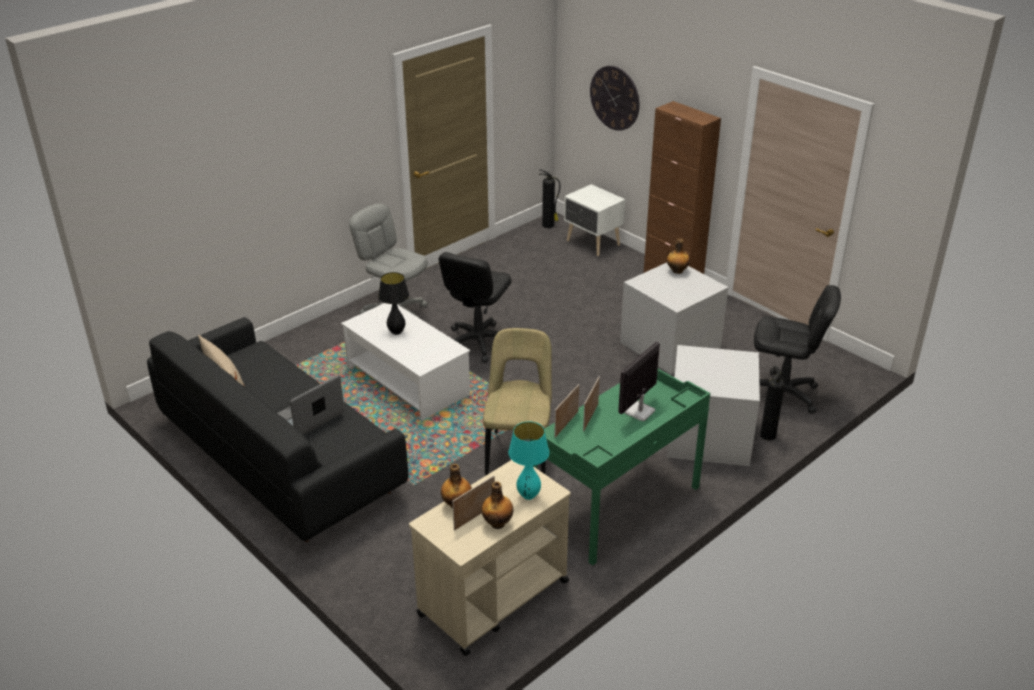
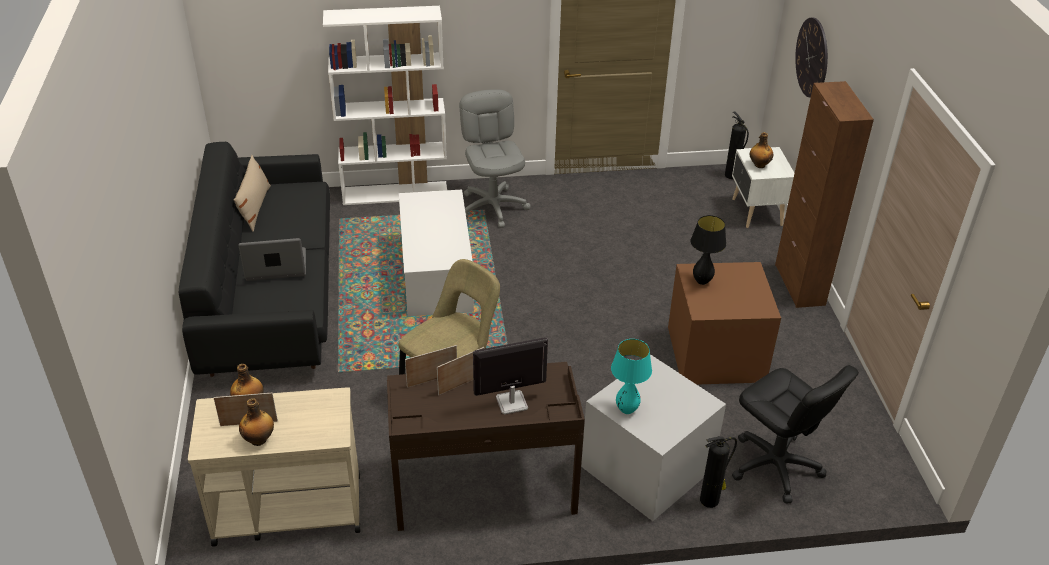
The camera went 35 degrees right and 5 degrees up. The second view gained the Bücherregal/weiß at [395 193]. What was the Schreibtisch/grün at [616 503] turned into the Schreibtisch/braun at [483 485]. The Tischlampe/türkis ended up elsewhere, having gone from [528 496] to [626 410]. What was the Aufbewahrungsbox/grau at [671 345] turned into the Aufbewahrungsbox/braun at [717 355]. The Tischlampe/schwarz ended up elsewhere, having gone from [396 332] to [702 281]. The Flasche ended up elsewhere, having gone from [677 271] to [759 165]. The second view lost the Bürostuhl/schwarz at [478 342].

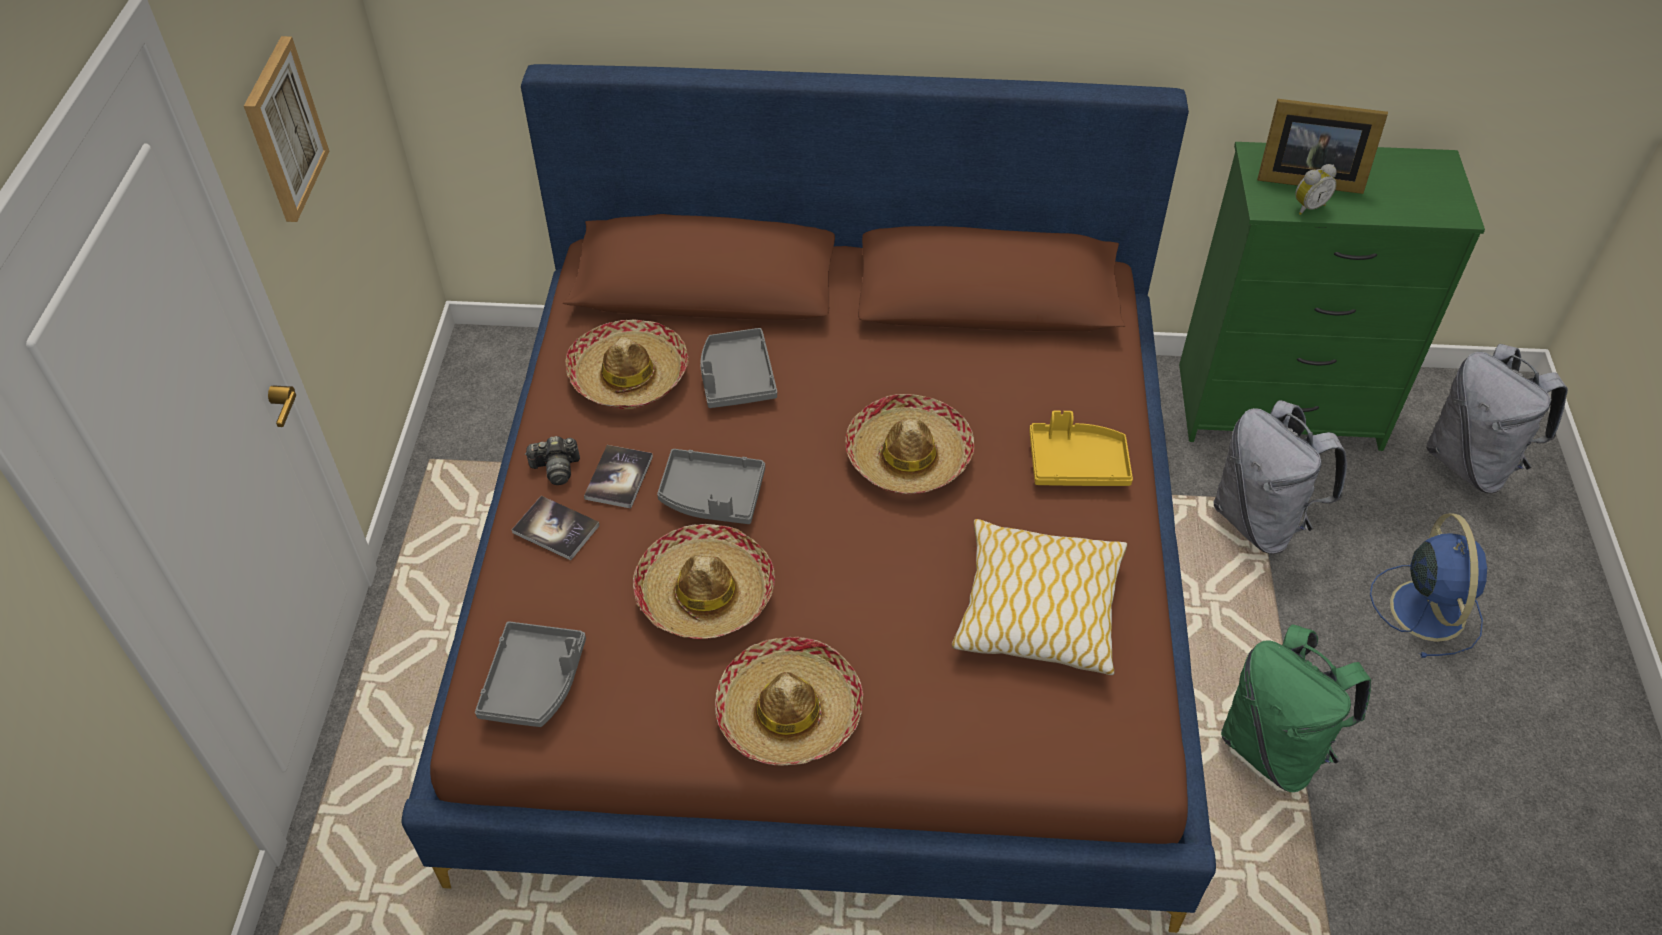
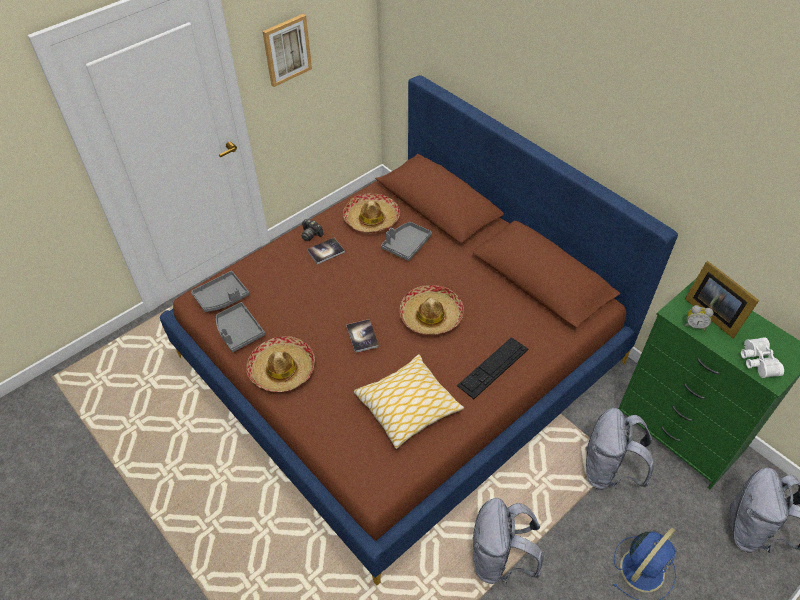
The camera went 45 degrees right and 0 degrees up. The Tablett/grau ended up elsewhere, having gone from [712 496] to [238 331]. The Buch ended up elsewhere, having gone from [556 529] to [362 336]. Where the Tablett/gelb stood at [1077 464], the Tastatur came to stand at [493 367]. What was the Rucksack/grün at [1275 748] turned into the Rucksack/grau at [499 559]. The second view gained the Fernglas/weiß at [756 361]. The second view lost the Hut at [704 593].

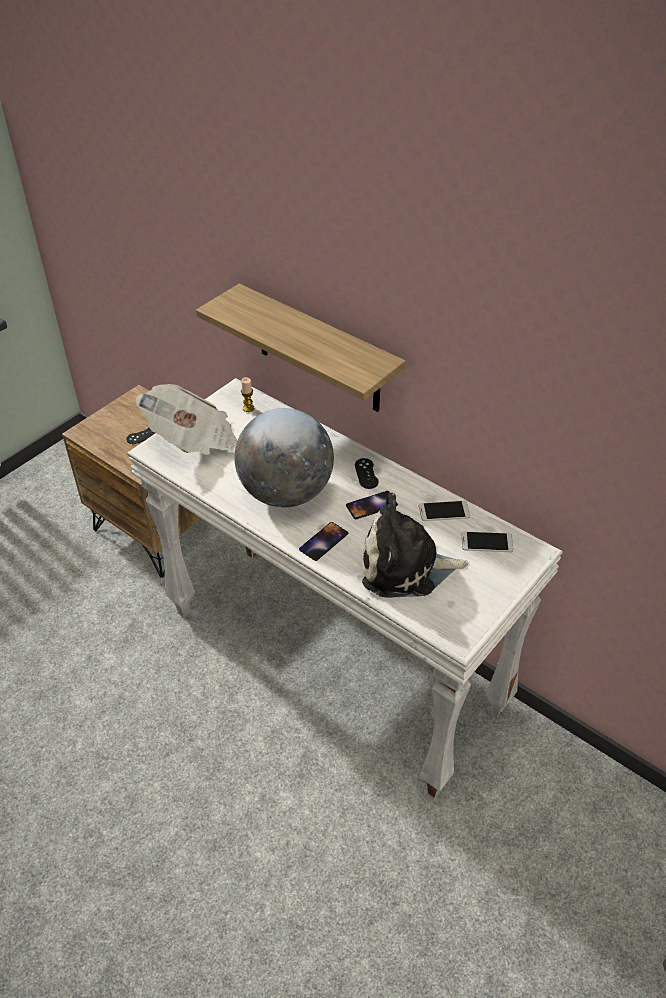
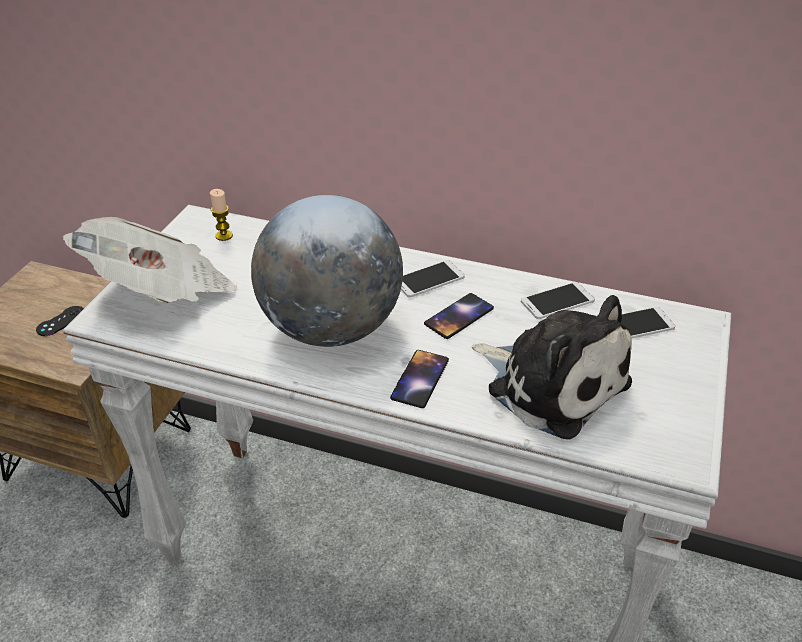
The camera went 20 degrees left and 5 degrees down. Where the Gamepad/schwarz stood at [366 473], the Handy came to stand at [429 279]. The Plüschtier at [405 567] ended up facing another way, 120 degrees counterclockwise from before. The second view lost the Wandregal at [318 350].

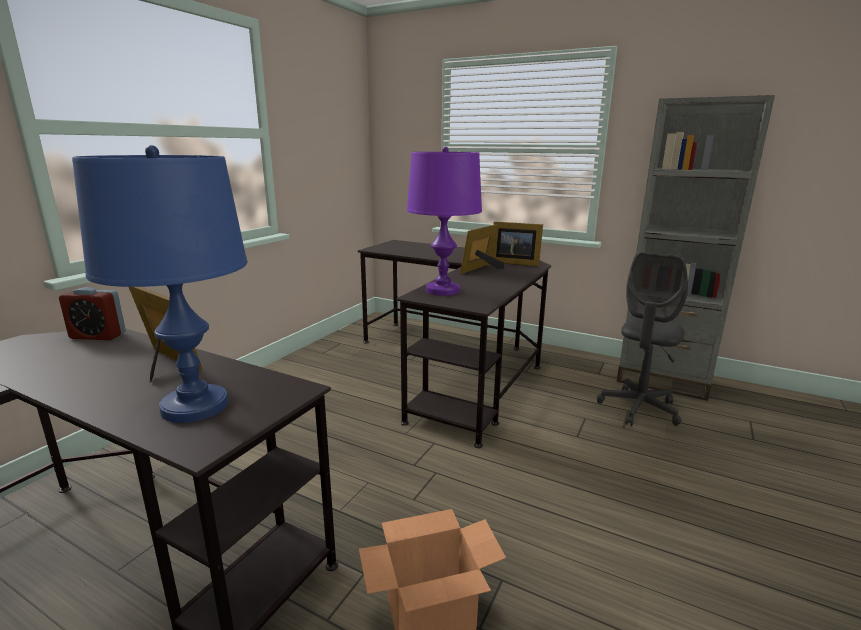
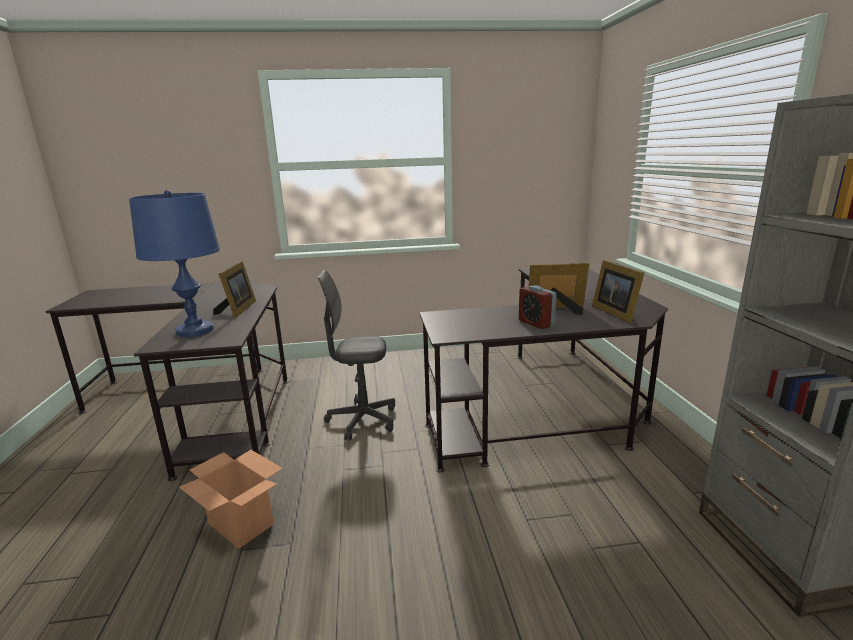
The camera went 55 degrees right and 0 degrees up. The Bürostuhl/grau ended up elsewhere, having gone from [639 408] to [362 420]. The Wecker ended up elsewhere, having gone from [98 336] to [536 323]. The second view lost the Tischlampe/lila at [442 290].

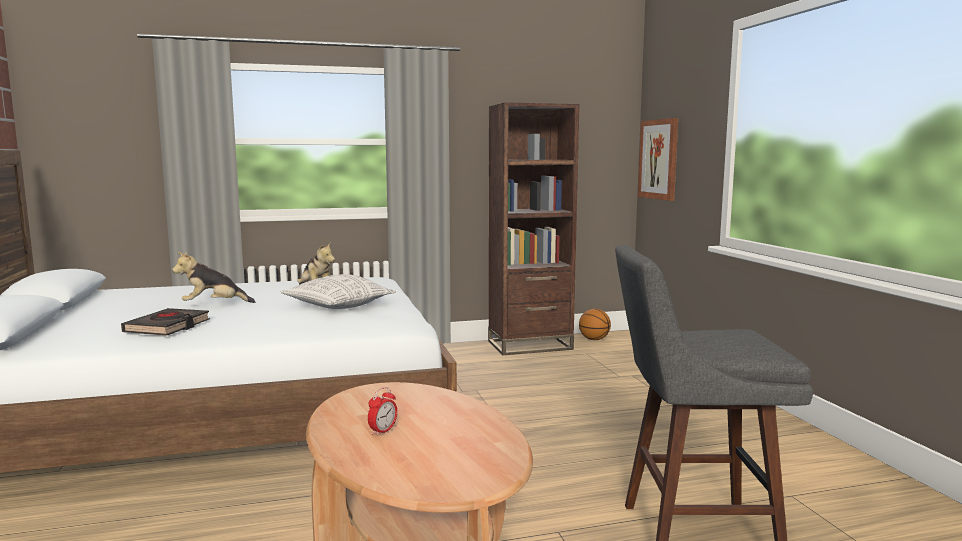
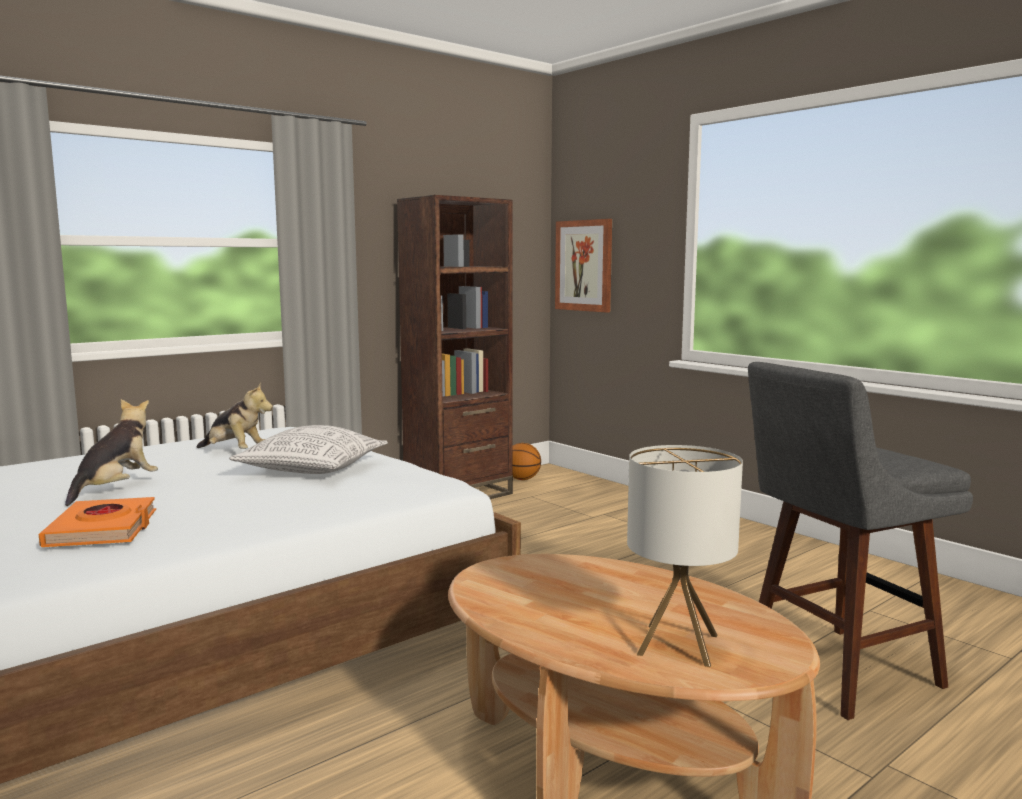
The camera went 25 degrees left and 0 degrees up. What was the Buch/schwarz at [168 327] turned into the Buch/orange at [103 530]. The Plüschtier at [214 305] ended up facing another way, 150 degrees clockwise from before. The second view gained the Tischlampe at [678 645]. The second view lost the Wecker at [383 431].

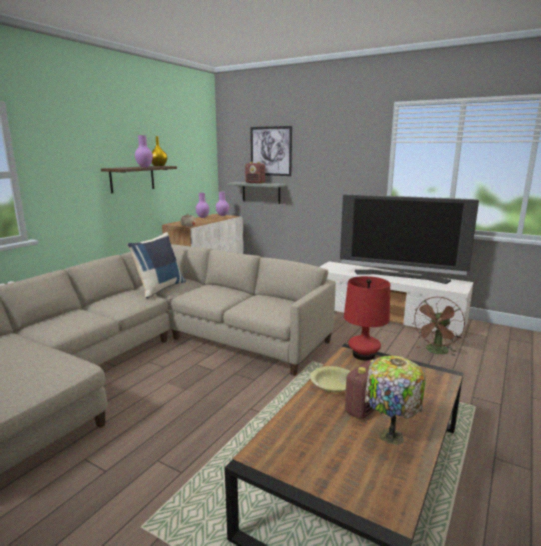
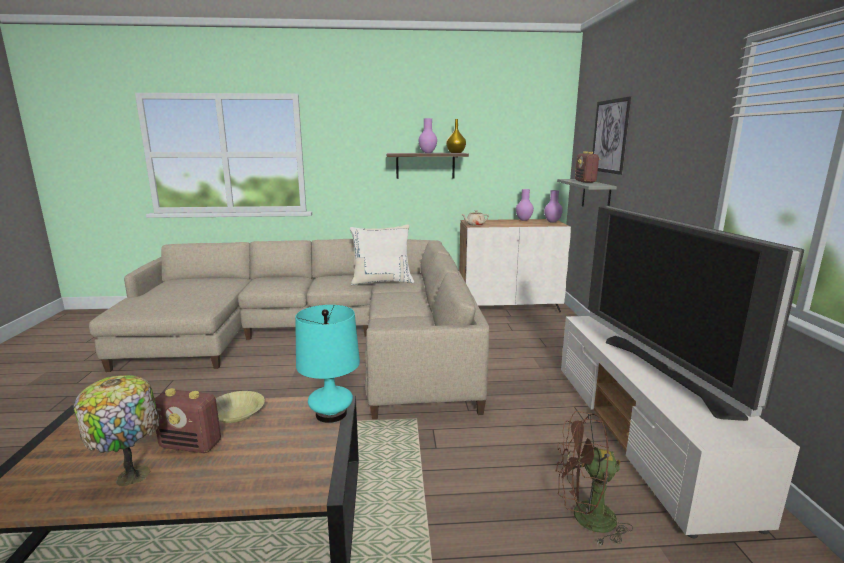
The camera went 55 degrees right and 0 degrees up. What was the Tischlampe/rot at [363 355] turned into the Tischlampe/türkis at [331 414]. What was the Kissen/blau at [160 288] turned into the Kissen/weiß at [382 281].

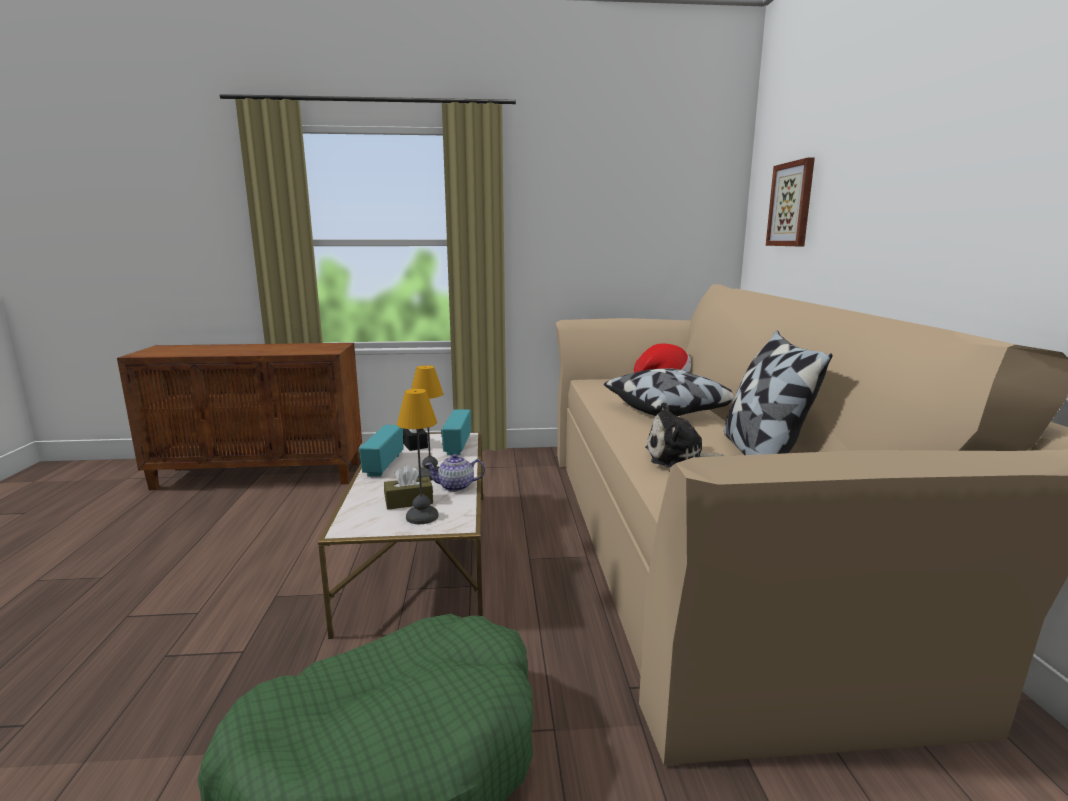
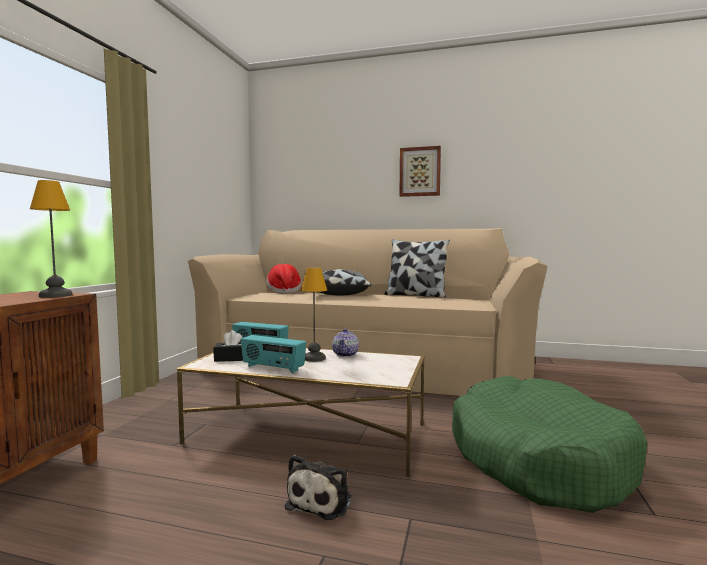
The camera went 70 degrees left and 10 degrees down. The Tischlampe ended up elsewhere, having gone from [423 516] to [56 295]. The Plüschtier ended up elsewhere, having gone from [679 458] to [321 501]. The Bild ended up elsewhere, having gone from [791 204] to [420 172]. The second view lost the Taschentuchbox/braun at [409 501].

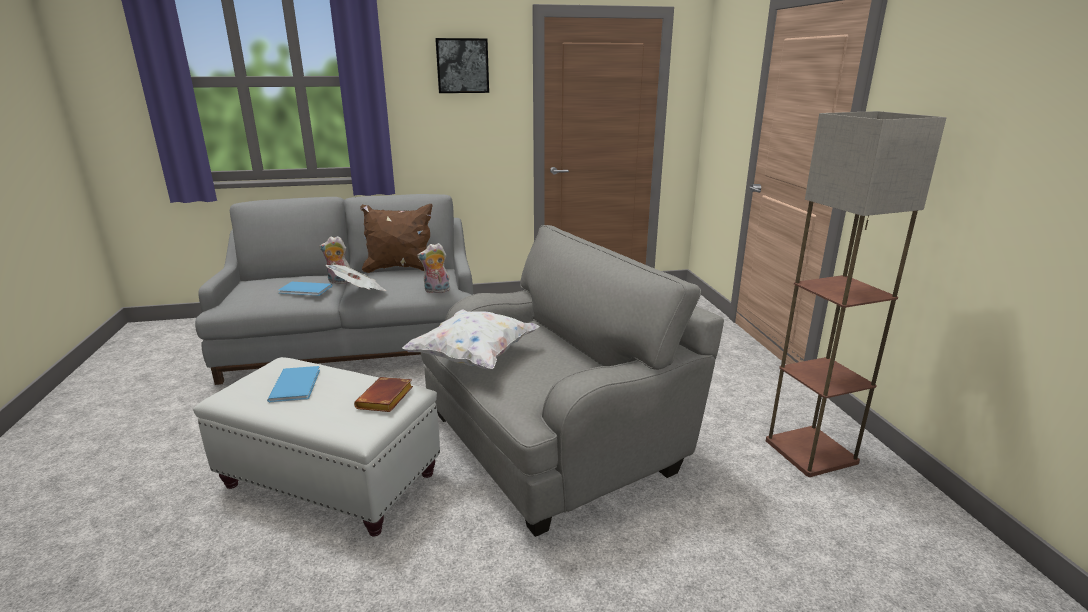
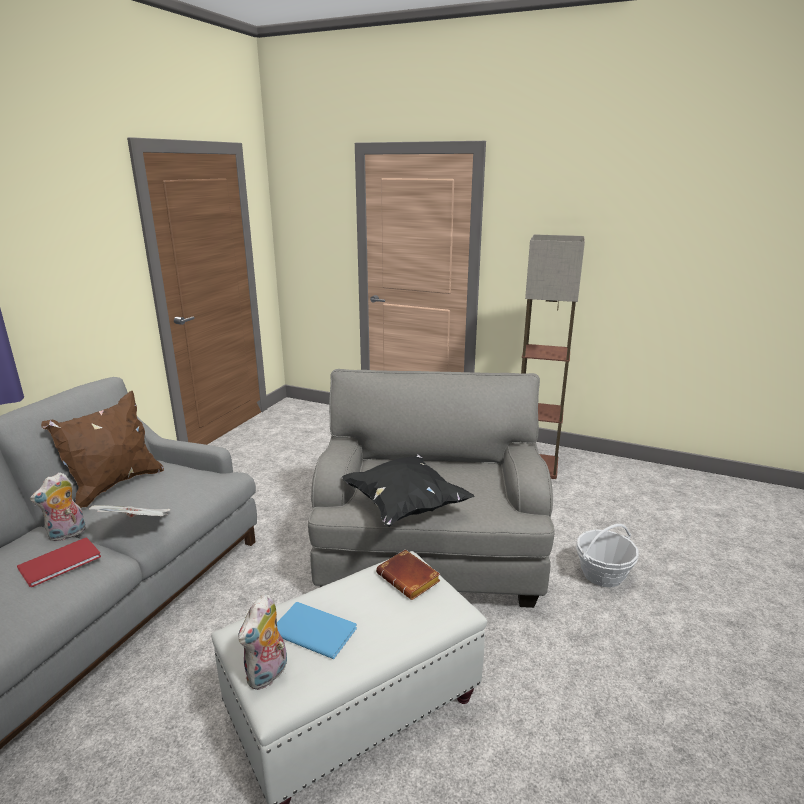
The camera went 55 degrees left and 0 degrees up. What was the Buch/blau at [306 290] turned into the Buch/rot at [63 562]. The Plüschtier ended up elsewhere, having gone from [436 291] to [268 675]. What was the Kissen/weiß at [474 358] turned into the Kissen/schwarz at [404 506]. The second view gained the Korb at [602 574]. The second view lost the Bild at [462 66].

